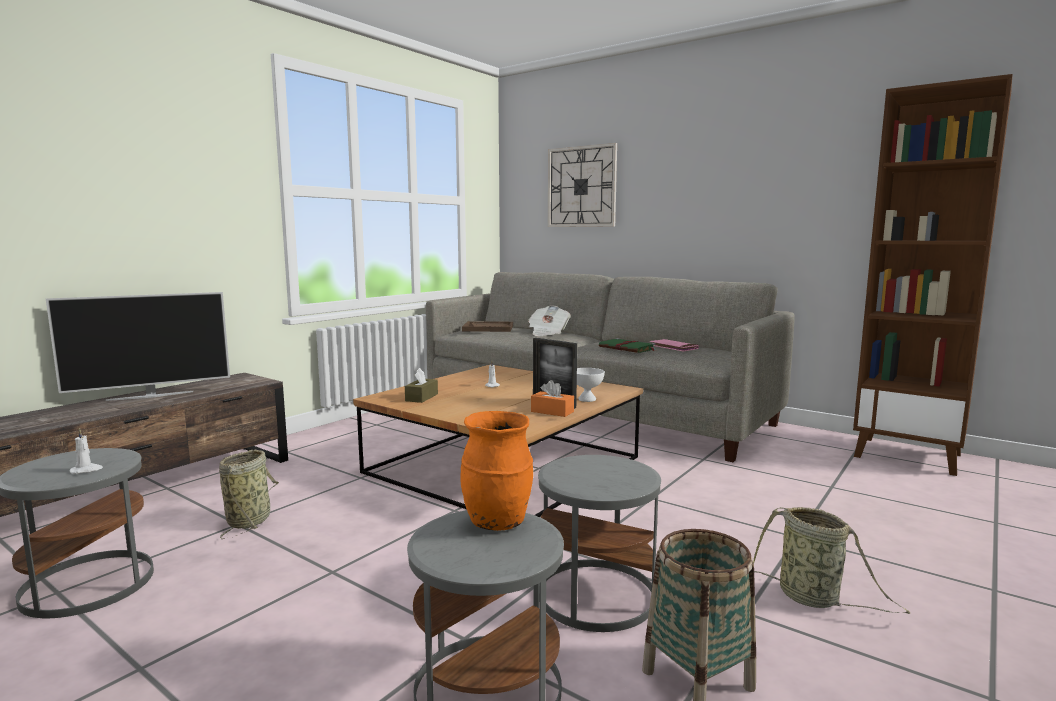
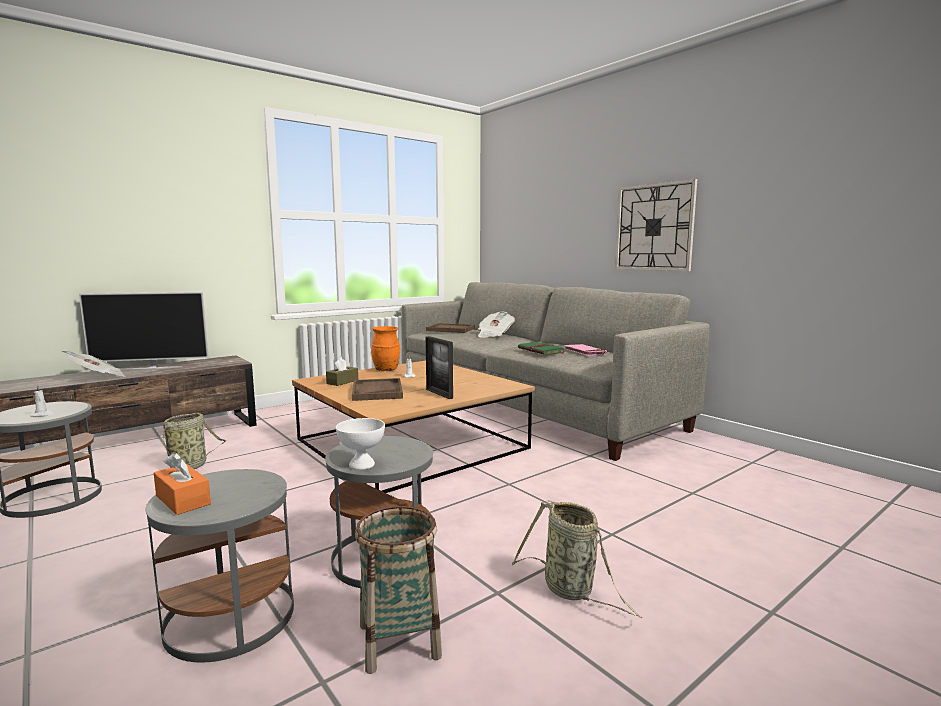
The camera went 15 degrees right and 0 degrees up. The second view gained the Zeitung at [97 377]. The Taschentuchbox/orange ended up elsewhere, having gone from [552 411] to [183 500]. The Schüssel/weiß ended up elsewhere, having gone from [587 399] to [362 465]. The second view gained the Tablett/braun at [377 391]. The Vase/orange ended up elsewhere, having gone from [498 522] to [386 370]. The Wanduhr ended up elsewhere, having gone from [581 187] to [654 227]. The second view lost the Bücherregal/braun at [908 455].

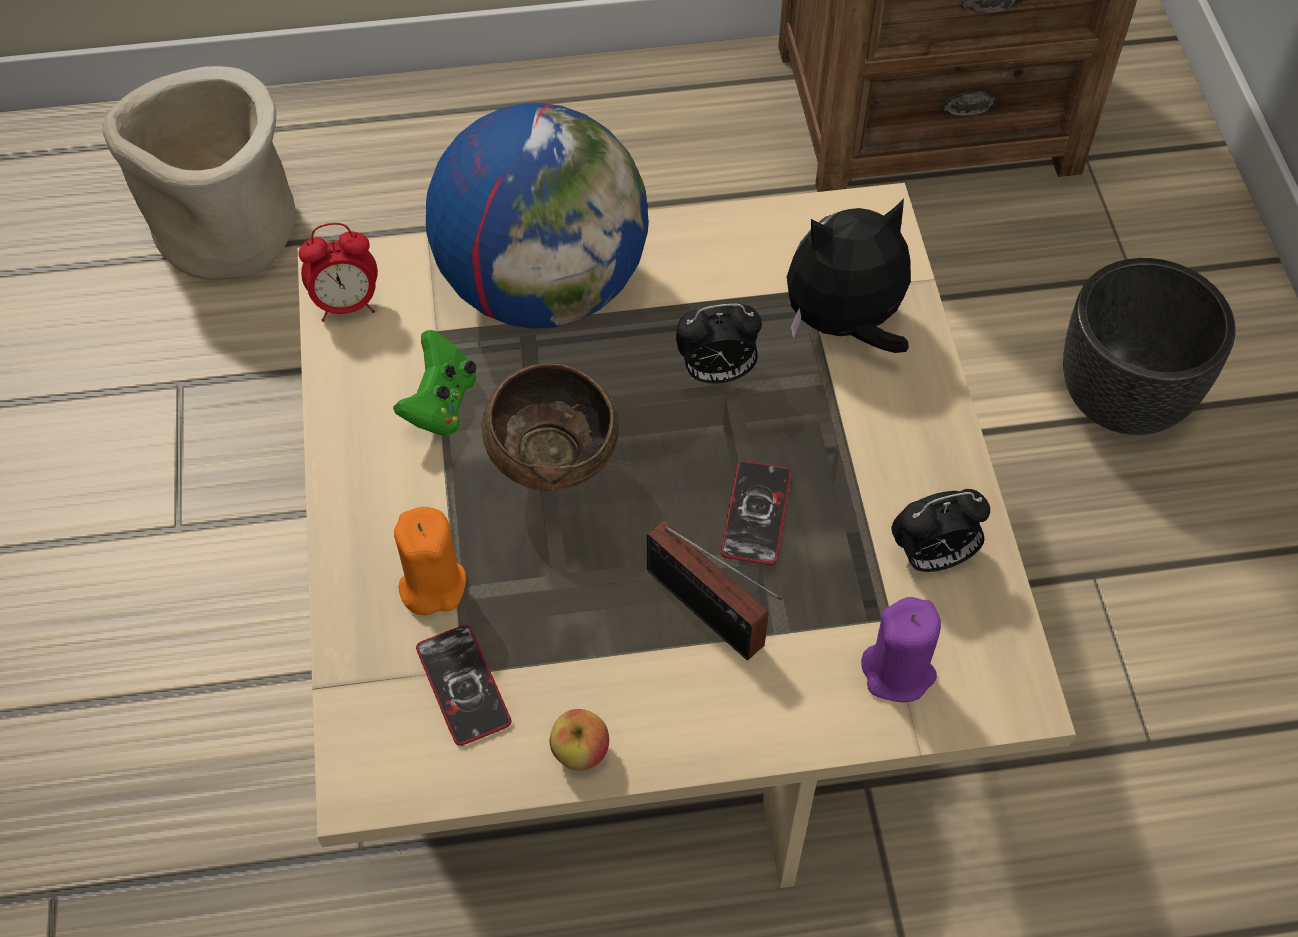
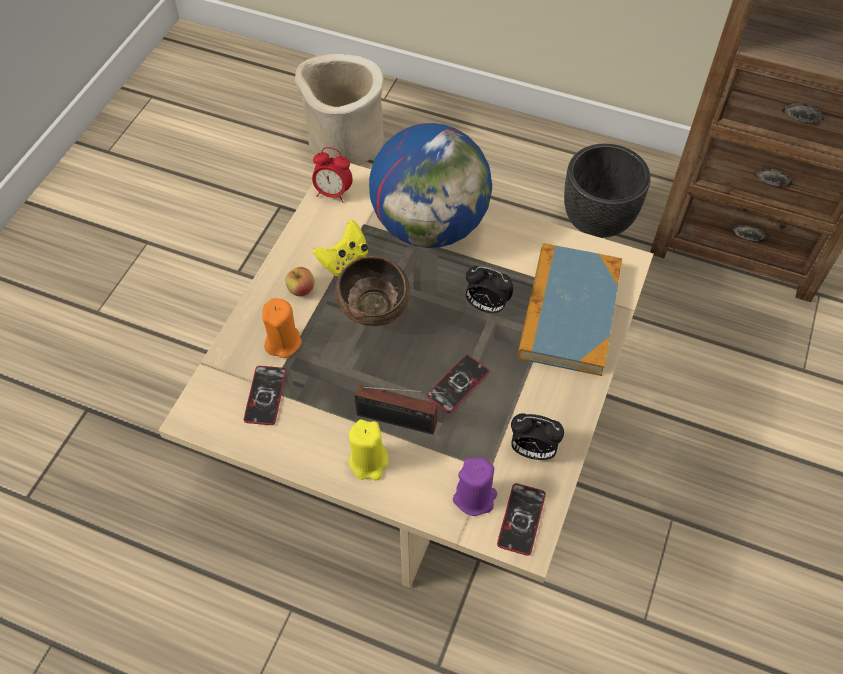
The camera went 30 degrees right and 0 degrees up. The Apfel ended up elsewhere, having gone from [580 752] to [301 290]. What was the Gamepad/grün at [441 404] turned into the Gamepad/gelb at [344 260]. The second view gained the Kerze/gelb at [369 462]. The Radio at [709 614] ended up facing another way, 60 degrees counterclockwise from before. The second view gained the Handy at [521 519]. Where the Plüschtier stood at [845 325], the Buch came to stand at [569 312]. The Pflanzkübel/schwarz ended up elsewhere, having gone from [1122 403] to [597 223].

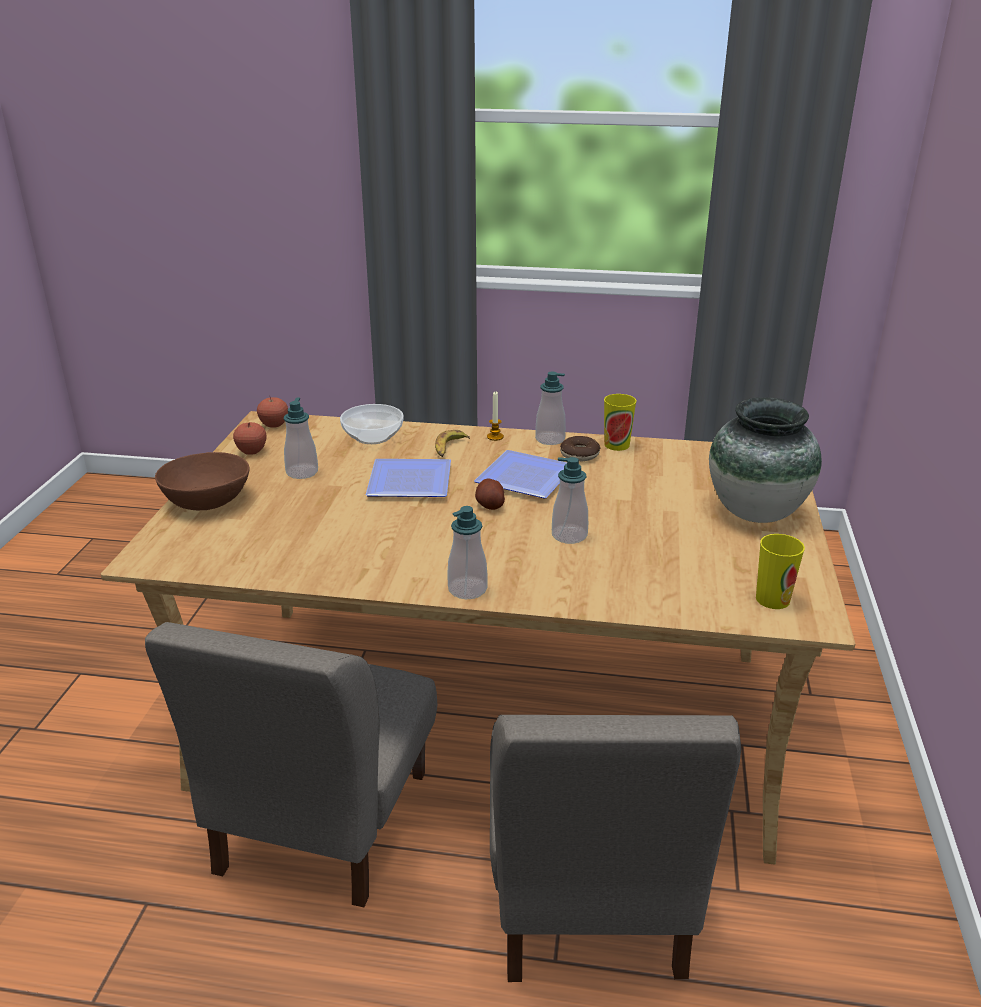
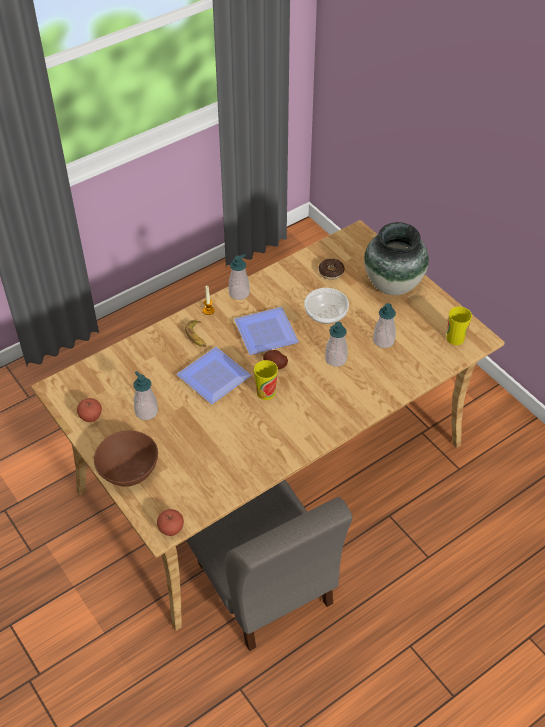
The camera went 45 degrees left and 20 degrees up. The Apfel ended up elsewhere, having gone from [274 425] to [171 529]. The Tasse ended up elsewhere, having gone from [617 445] to [266 392]. The Schüssel ended up elsewhere, having gone from [373 437] to [326 314]. The Donut ended up elsewhere, having gone from [579 455] to [331 272]. The Seifenspender ended up elsewhere, having gone from [467 589] to [383 341]. The second view lost the Stuhl/grau at [588 896].

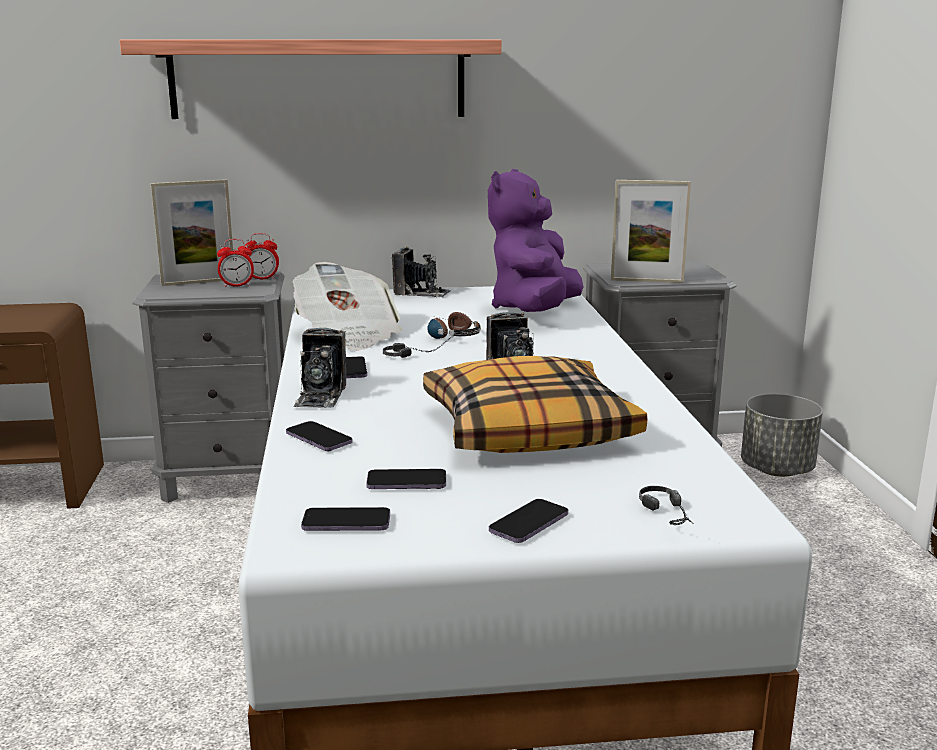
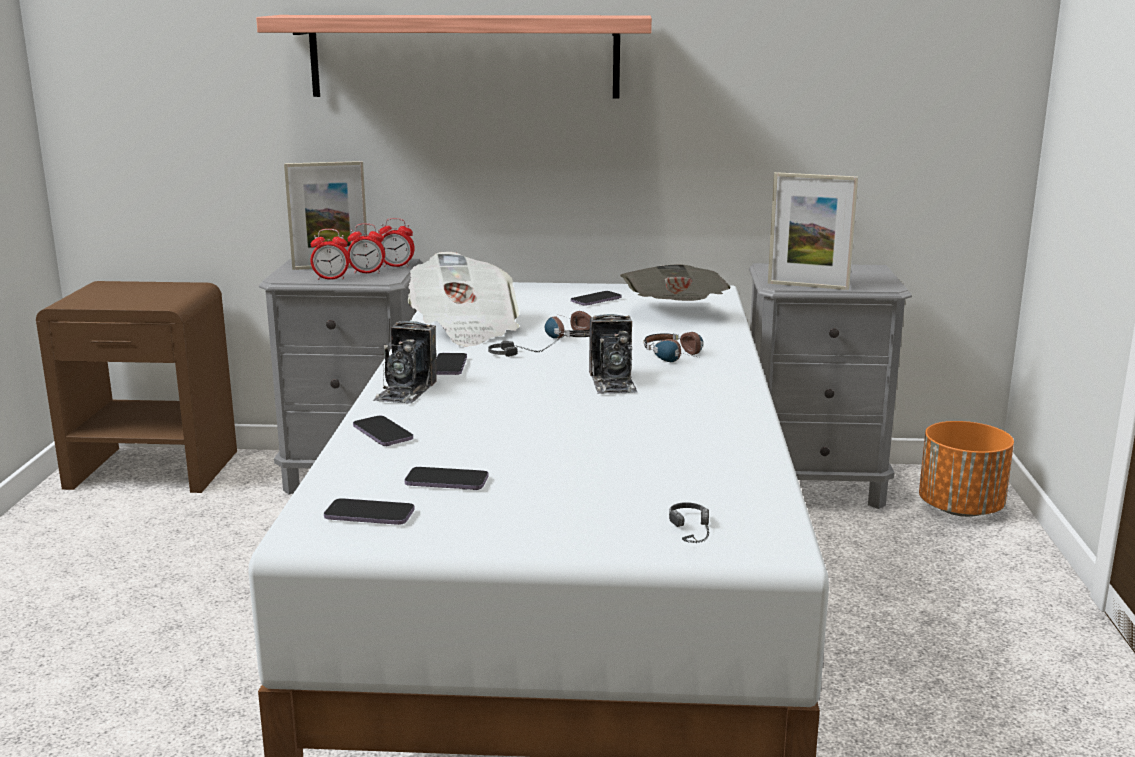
The camera went 10 degrees right and 0 degrees up. The second view gained the Wecker at [331 278]. The Handy ended up elsewhere, having gone from [529 524] to [596 300]. Where the Plüschtier/lila stood at [535 311], the Zeitung came to stand at [675 313]. The second view gained the Kopfhörer at [679 357]. What was the Pflanzkübel/grau at [777 470] turned into the Pflanzkübel/orange at [961 509]. The second view lost the Kamera at [421 293]. The second view lost the Kissen at [528 428].

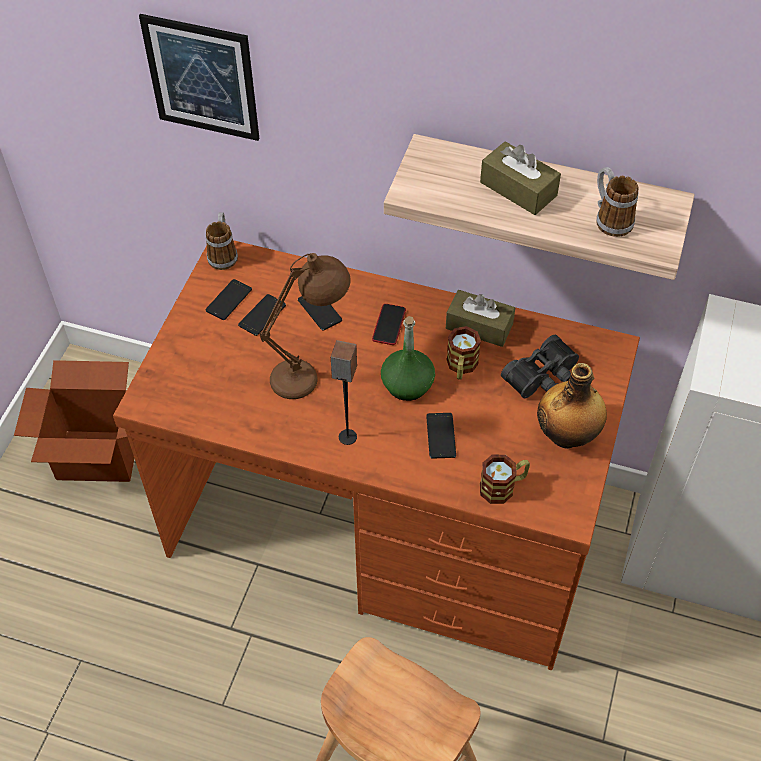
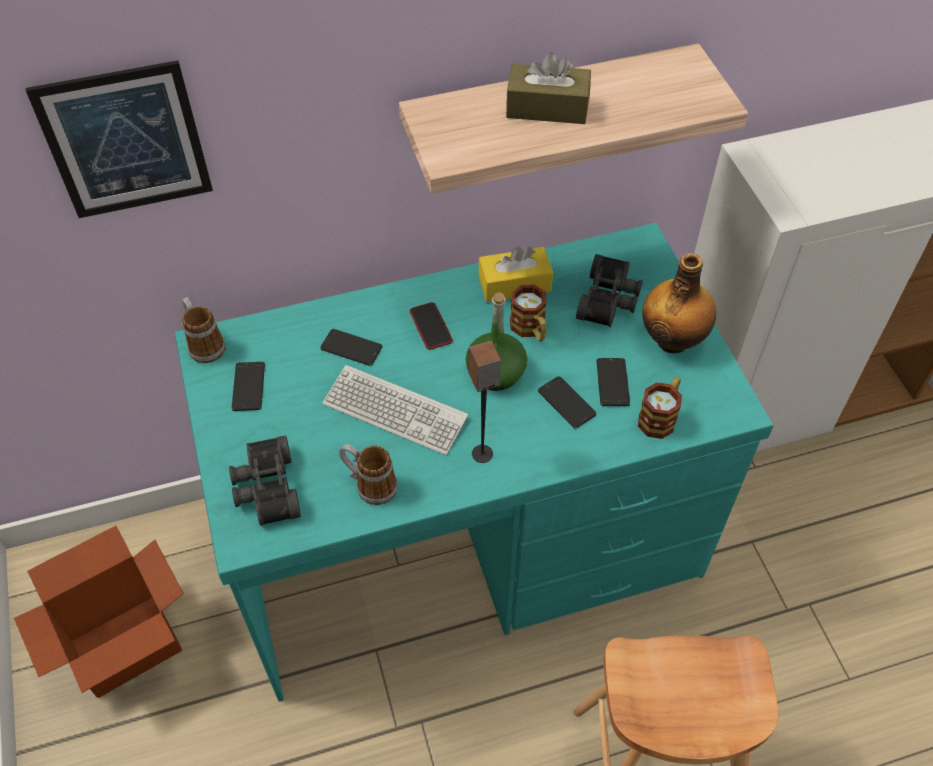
The camera went 35 degrees left and 0 degrees up. What was the Schreibtisch/braun at [385 526] turned into the Schreibtisch/türkis at [467 540]. The second view gained the Fernglas/schwarz at [265 489]. Where the Tischlampe/braun stood at [312 372], the Tastatur came to stand at [395 411]. The Henkelbecher ended up elsewhere, having gone from [609 218] to [369 485]. What was the Taschentuchbox/braun at [479 326] turned into the Taschentuchbox/gelb at [514 284]. The Handy ended up elsewhere, having gone from [262 315] to [612 382].

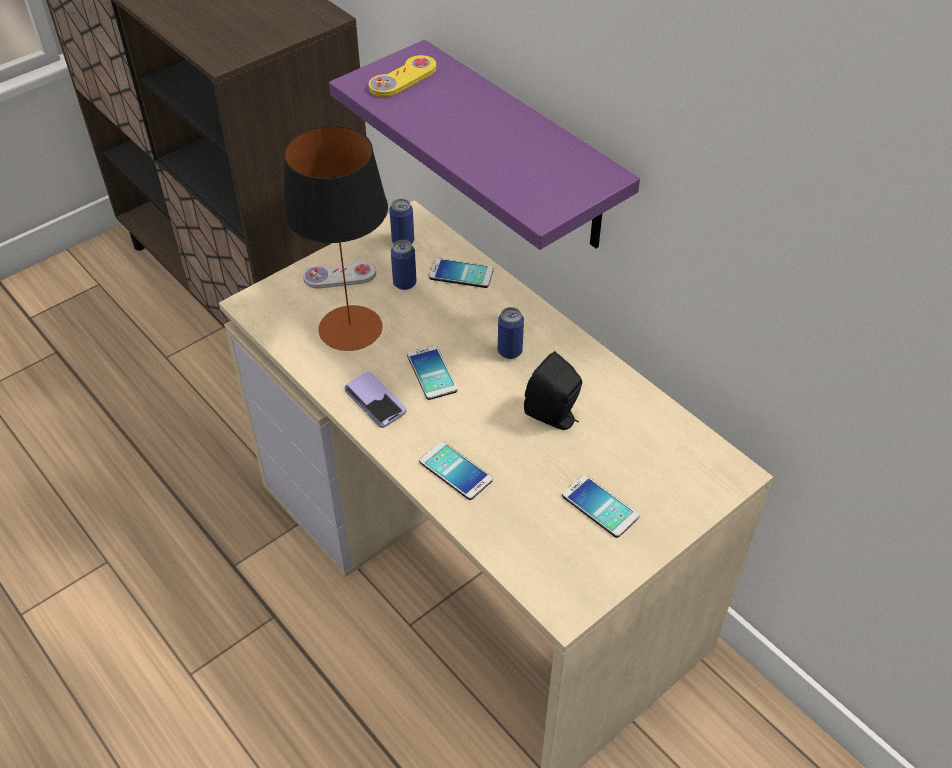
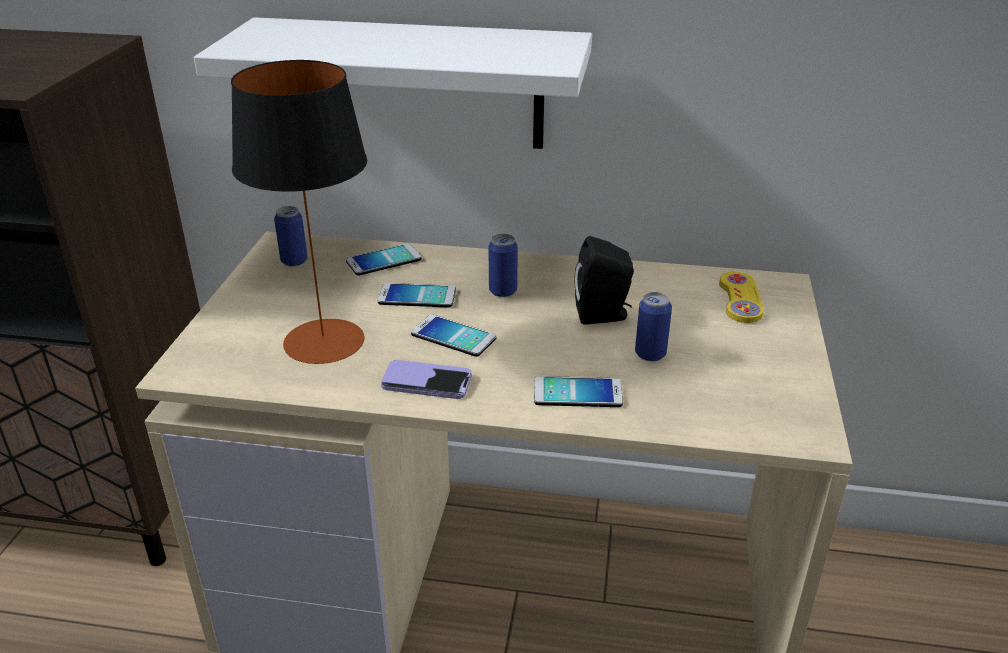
The camera went 40 degrees left and 15 degrees down. What was the Wandregal/lila at [522 149] turned into the Wandregal/weiß at [421 84]. The Handy ended up elsewhere, having gone from [600 506] to [417 296]. The Dose ended up elsewhere, having gone from [404 283] to [650 354]. The Gamepad/gelb ended up elsewhere, having gone from [403 78] to [740 299]. The second view lost the Gamepad/weiß at [340 276].

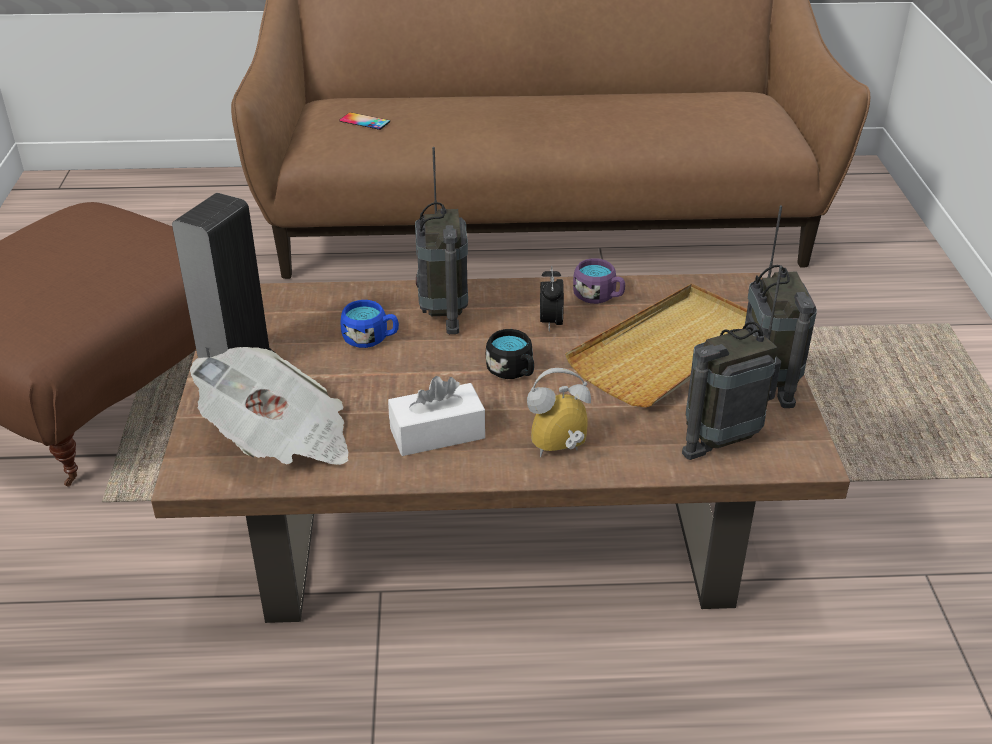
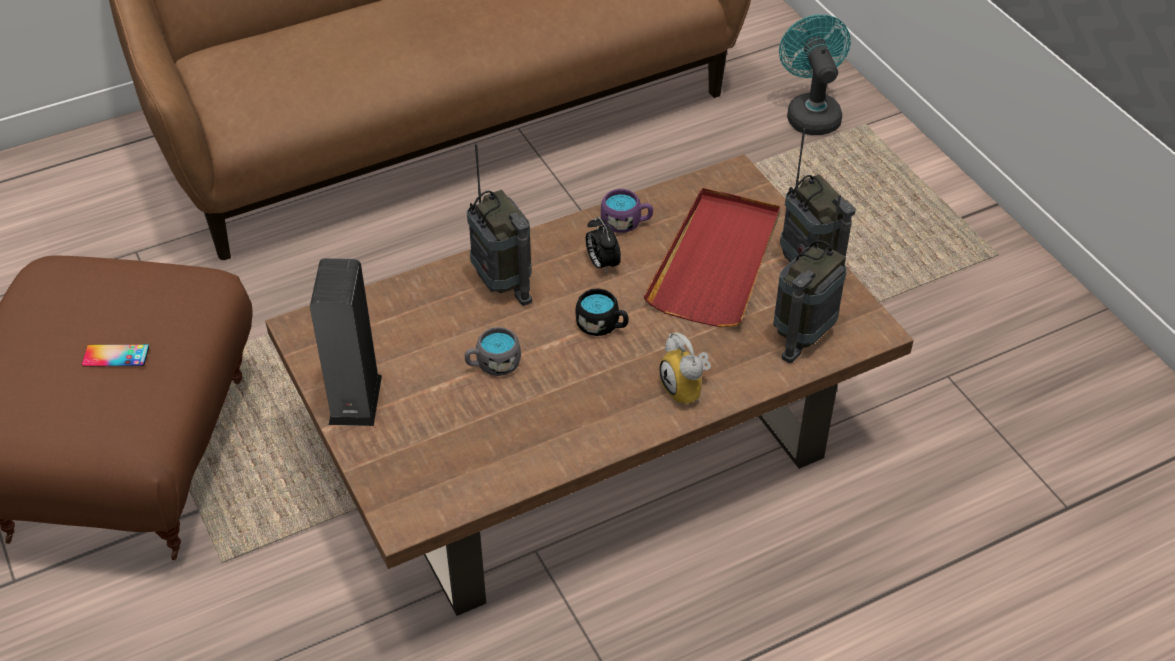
The camera went 25 degrees left and 10 degrees up. The Handy ended up elsewhere, having gone from [364 121] to [116 356]. The second view gained the Henkelbecher/grau at [493 364]. What was the Tablett/beige at [669 350] turned into the Tablett/rot at [716 261]. The Wecker at [560 451] ended up facing another way, 75 degrees counterclockwise from before. The second view gained the Ventilator/türkis at [810 113]. The second view lost the Zeitung at [280 440]. The second view lost the Henkelbecher/blau at [371 339]. The second view lost the Taschentuchbox/weiß at [437 433].

